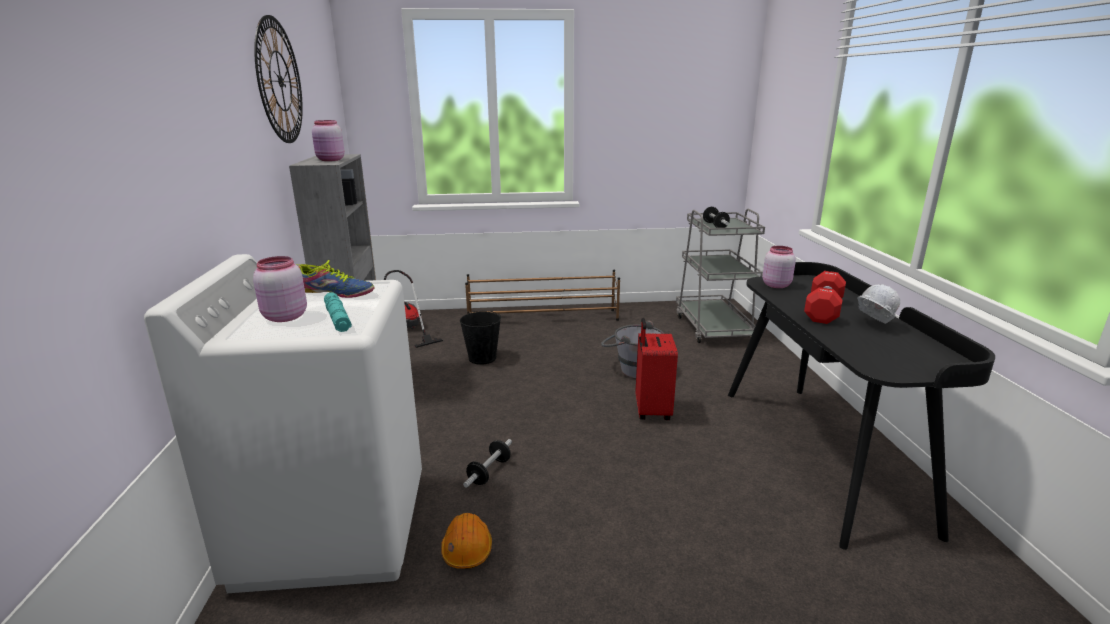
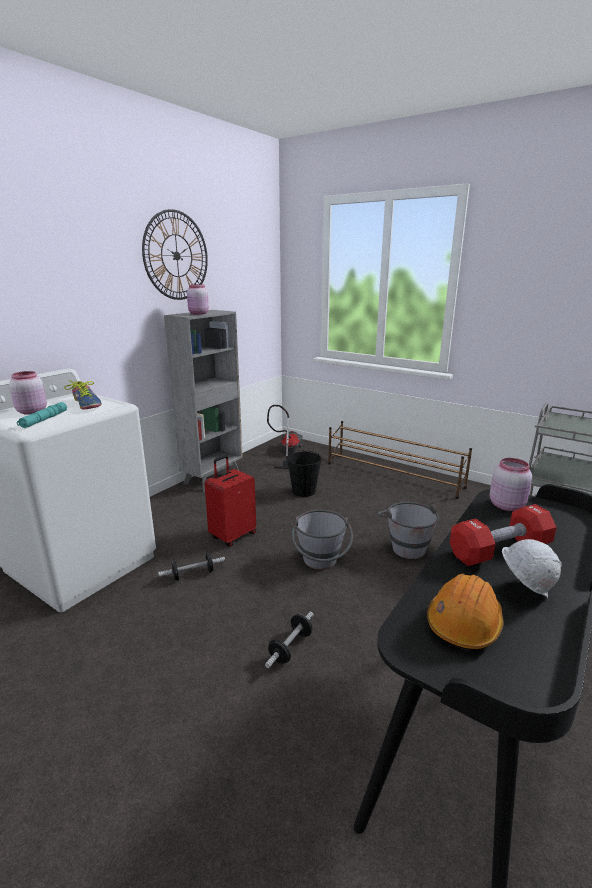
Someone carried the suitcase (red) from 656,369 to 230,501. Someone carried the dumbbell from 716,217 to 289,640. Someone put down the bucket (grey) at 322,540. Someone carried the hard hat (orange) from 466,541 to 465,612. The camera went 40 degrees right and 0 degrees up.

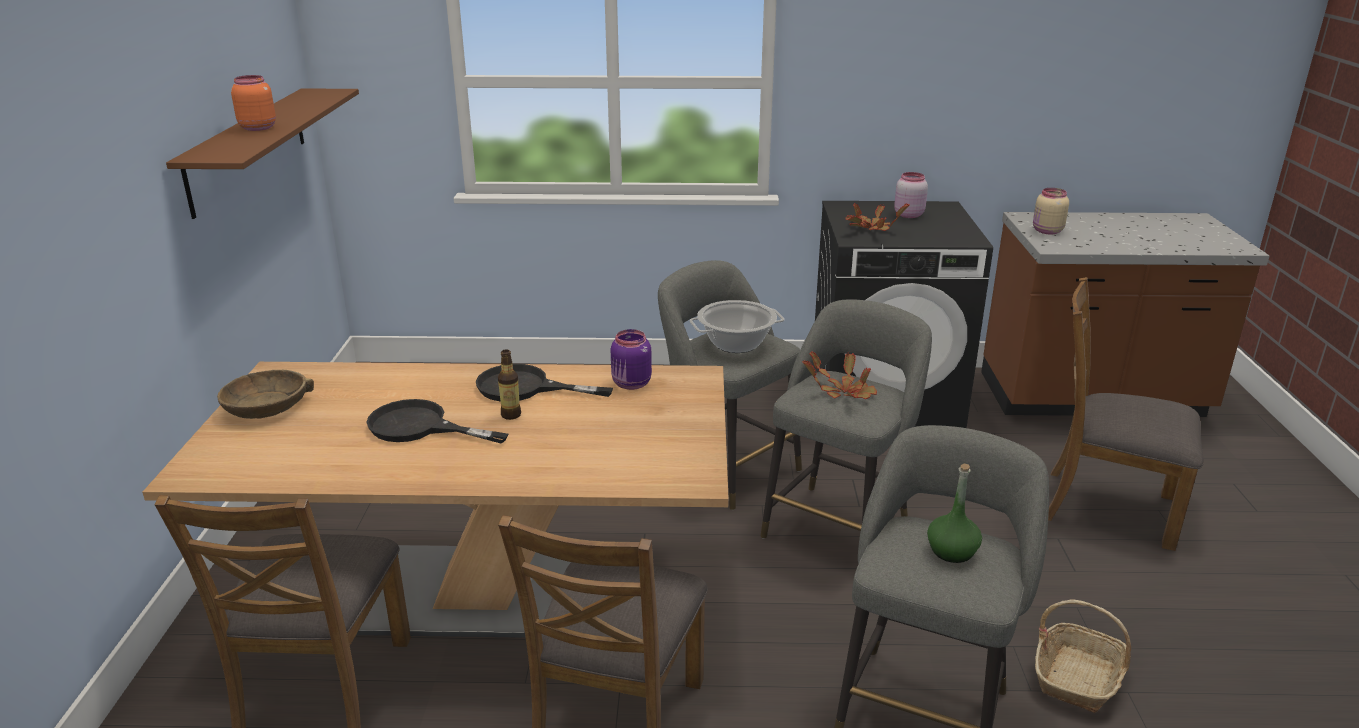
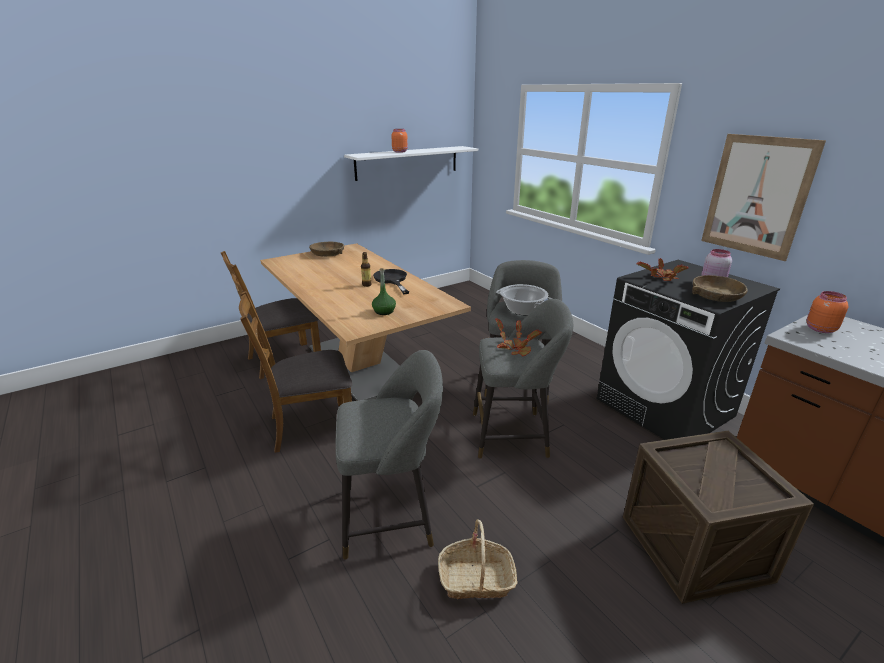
Someone repainted the shelf (brown) at 262,154, which became the shelf (white) at 411,163. Someone carried the bottle (green) from 954,513 to 384,291. Someone swapped the chair (brown) at 1125,414 for the crate at 718,517. Someone put down the bowl (brown) at 720,288. Someone put up the picture at 763,197. Someone repainted the jar (beige) at 1051,211, which became the jar (orange) at 827,312. Someone took away the frying pan (black) at 437,421. Someone took away the jar (purple) at 631,359. The camera went 55 degrees right and 0 degrees up.

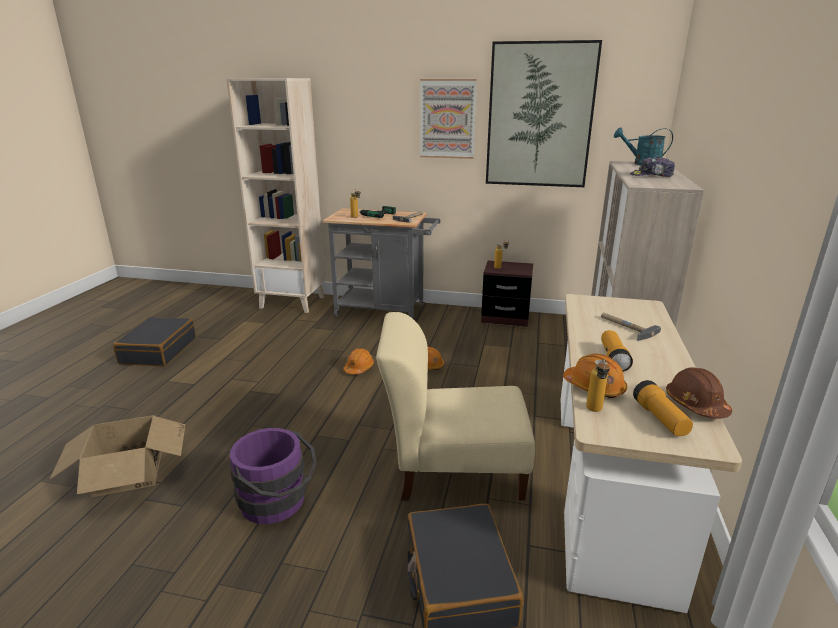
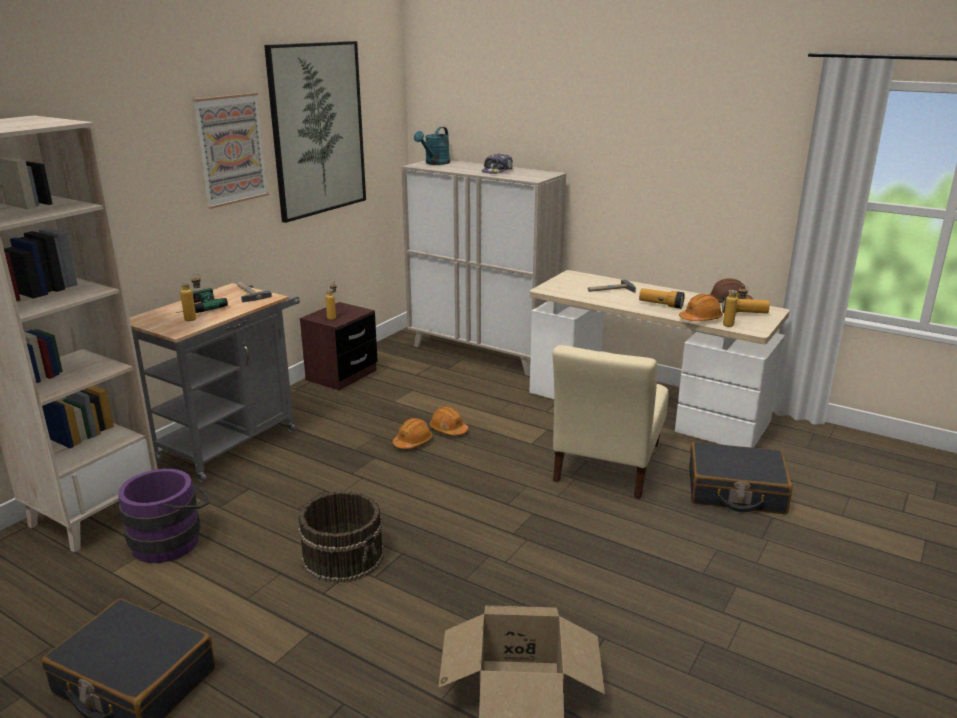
Someone carried the bucket (purple) from 273,476 to 163,516. Someone put down the bucket (brown) at 341,537. Someone carried the hard hat (orange) from 358,361 to 449,420. The camera went 70 degrees left and 0 degrees up.

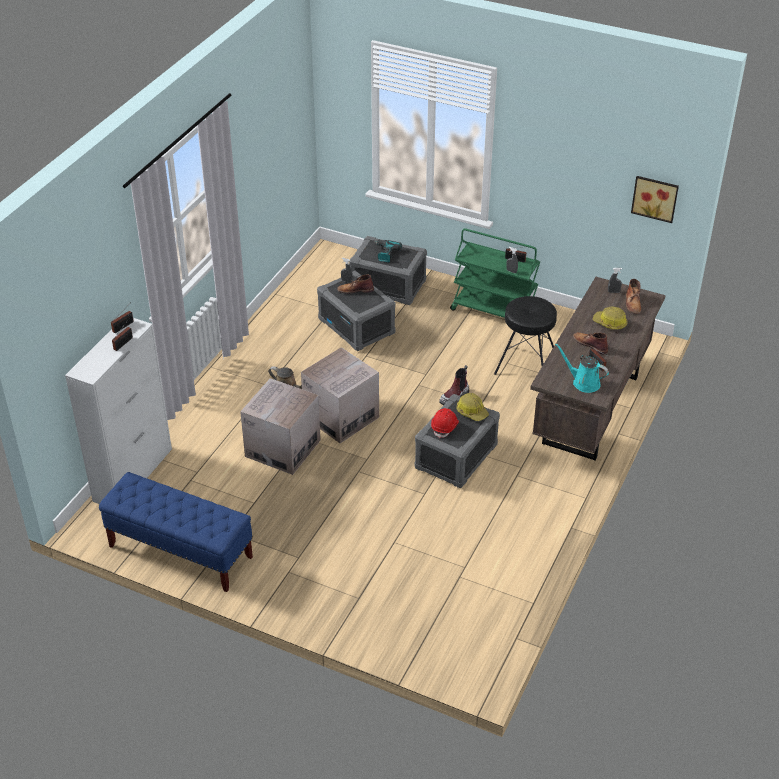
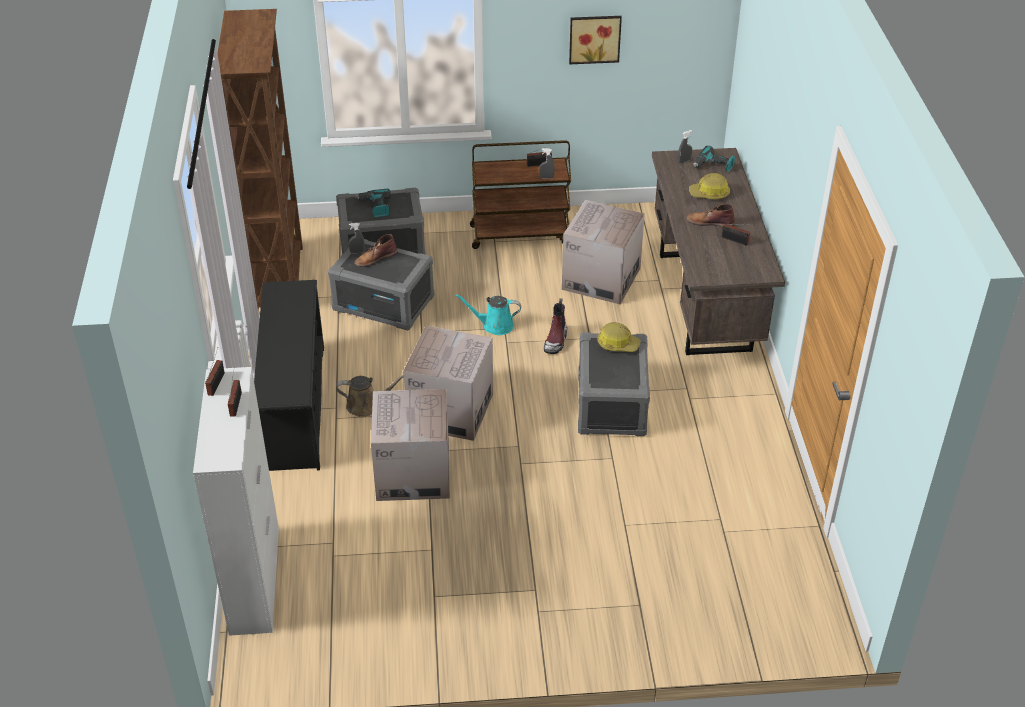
Someone put down the bookcase (brown) at 260,159. Someone put down the shoe rack (black) at 289,375. Someone carried the watering can (turquoise) from 582,368 to 488,314. Someone repainted the cart (green) at 495,273, which became the cart (brown) at 520,194. Someone swapped the stool (black) at 525,335 for the cardboard box at 603,252. Someone carried the picture from 655,199 to 595,40. Someone swapped the boot (brown) at 633,296 for the power drill at 714,159. Someone took away the bench (blue) at 176,532. Someone took away the hard hat (red) at 445,423. The camera went 30 degrees left and 0 degrees up.

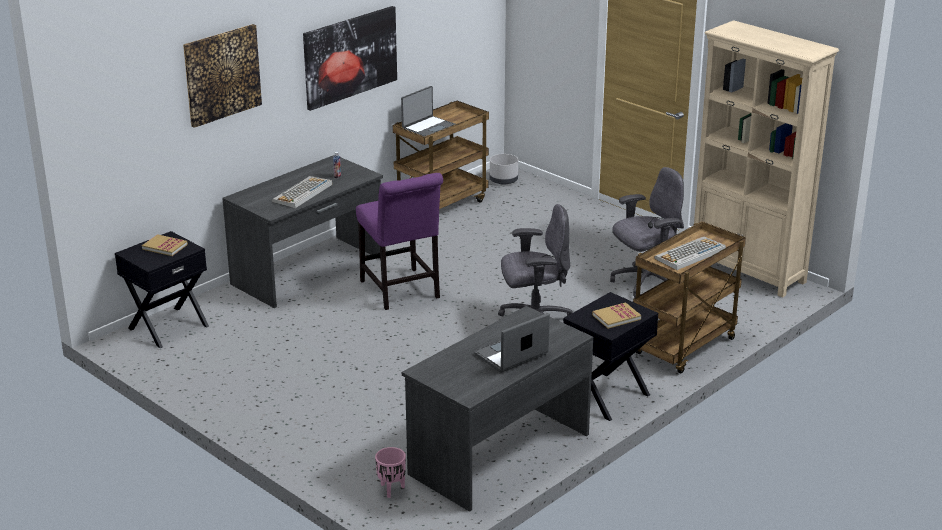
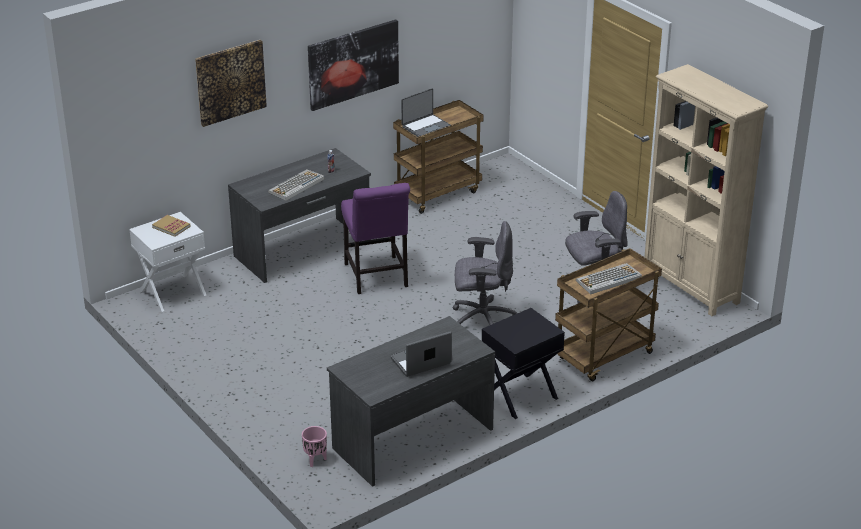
Someone repainted the nightstand (black) at 162,289, which became the nightstand (white) at 167,262. Someone took away the planter (grey) at 504,169. Someone took away the book at 616,315. The camera went 10 degrees right and 5 degrees up.

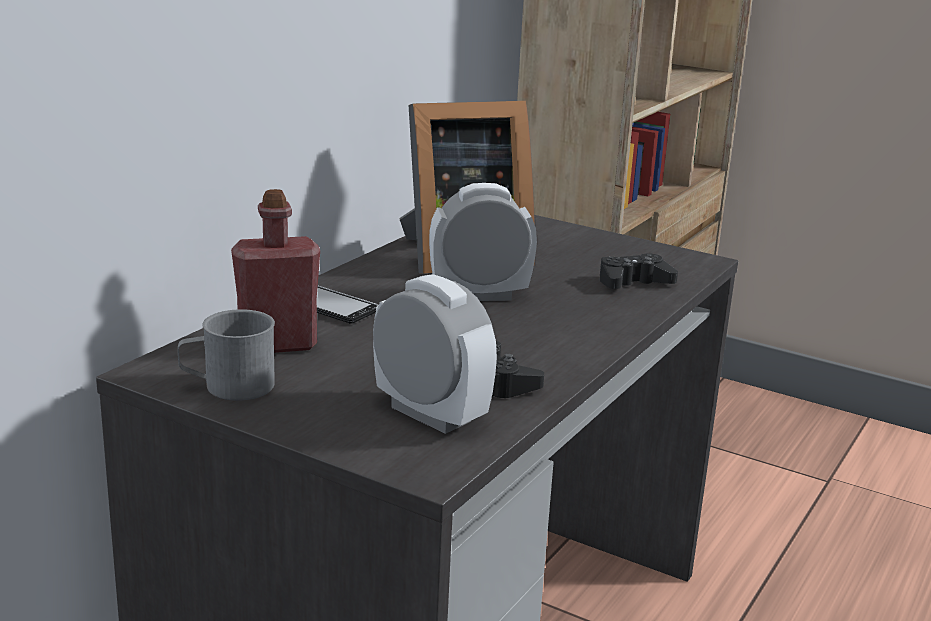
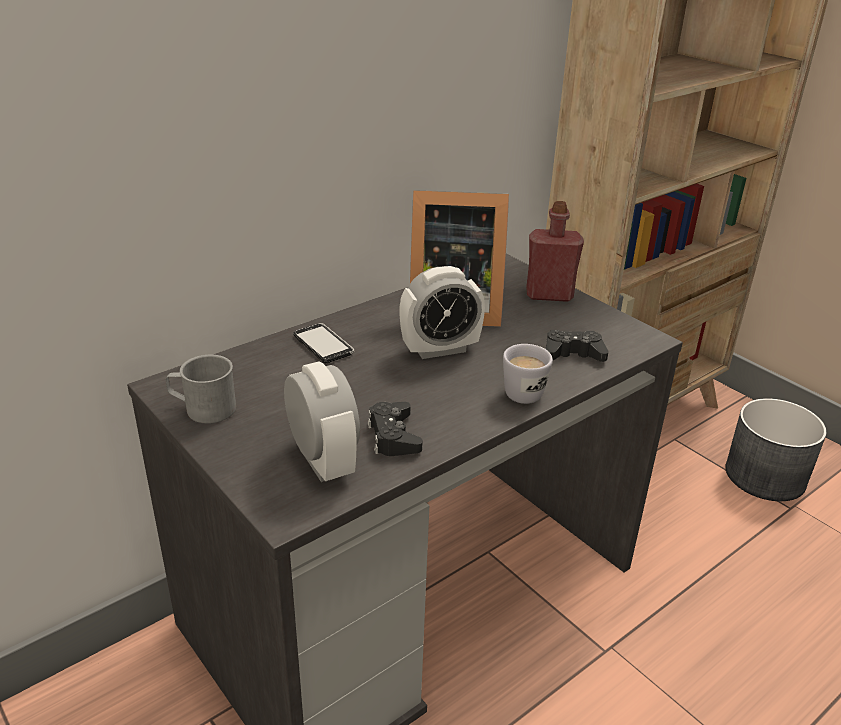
Someone rotated the alarm clock at 483,242 by 150 degrees clockwise. Someone put down the mug (white) at 528,374. Someone carried the bottle (red) from 275,271 to 555,251. Someone put down the planter (grey) at 776,449. The camera went 20 degrees right and 10 degrees up.

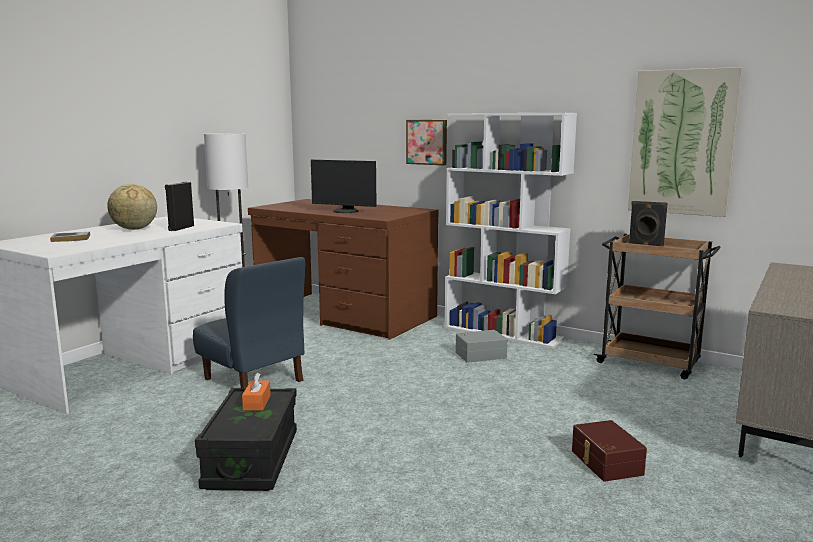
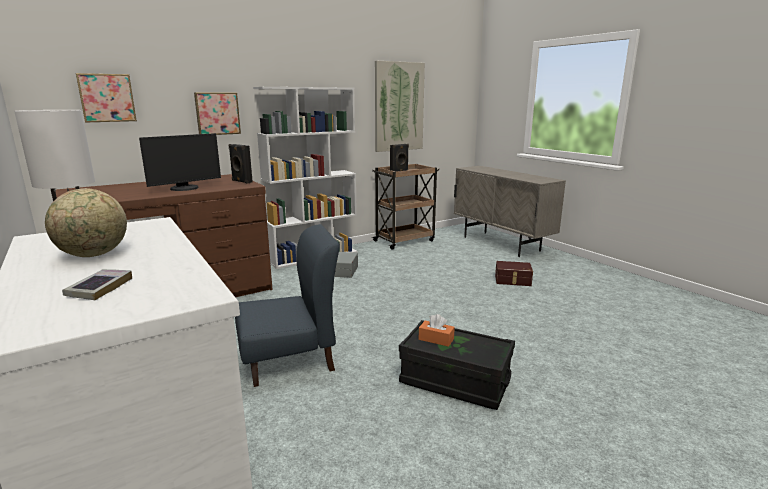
Someone put up the picture at 106,98. Someone carried the speaker (black) from 179,206 to 241,164. The camera went 65 degrees left and 5 degrees up.

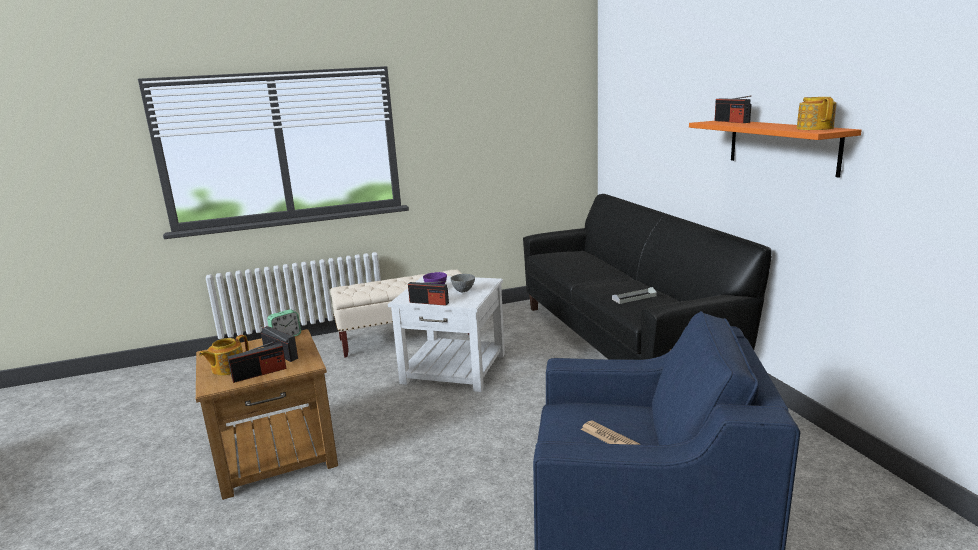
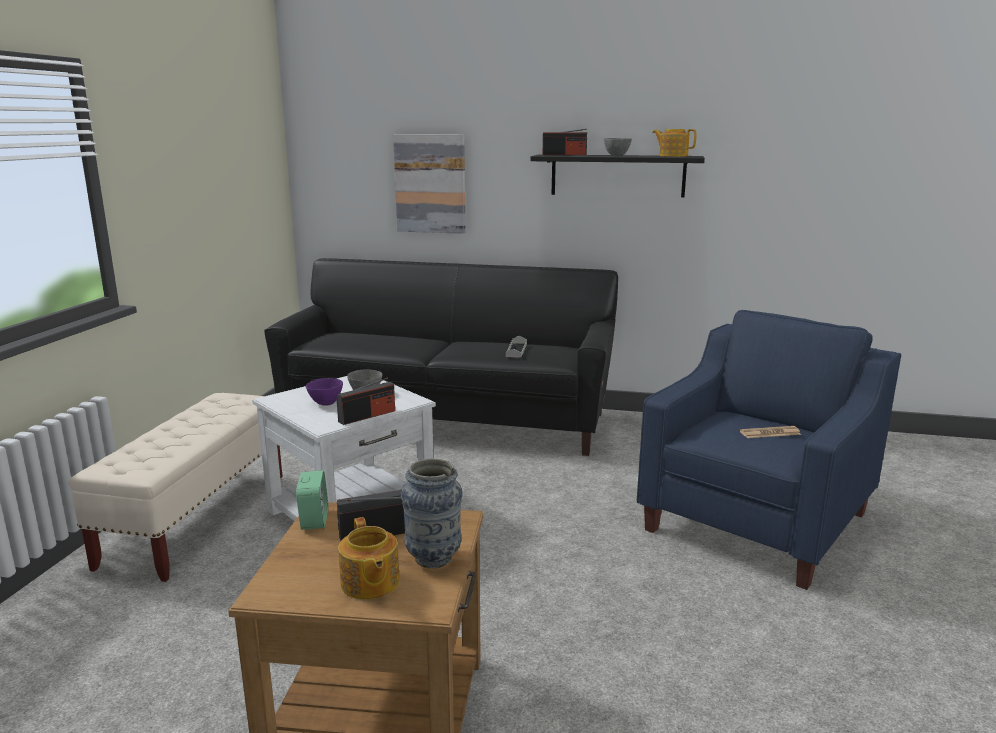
Someone put up the picture at 429,184. Someone swapped the radio at 257,361 for the vase at 431,513. Someone repainted the shelf (orange) at 775,149, which became the shelf (black) at 617,175. Someone put down the bowl (grey) at 618,147. The camera went 60 degrees left and 0 degrees up.

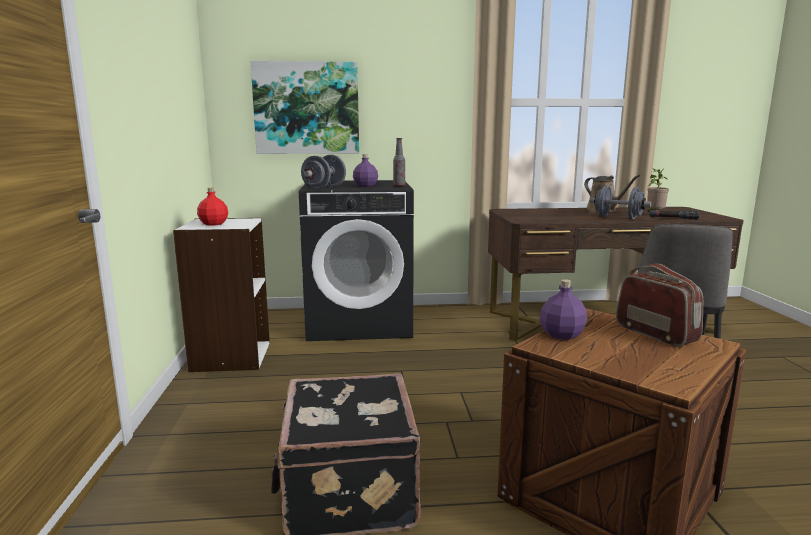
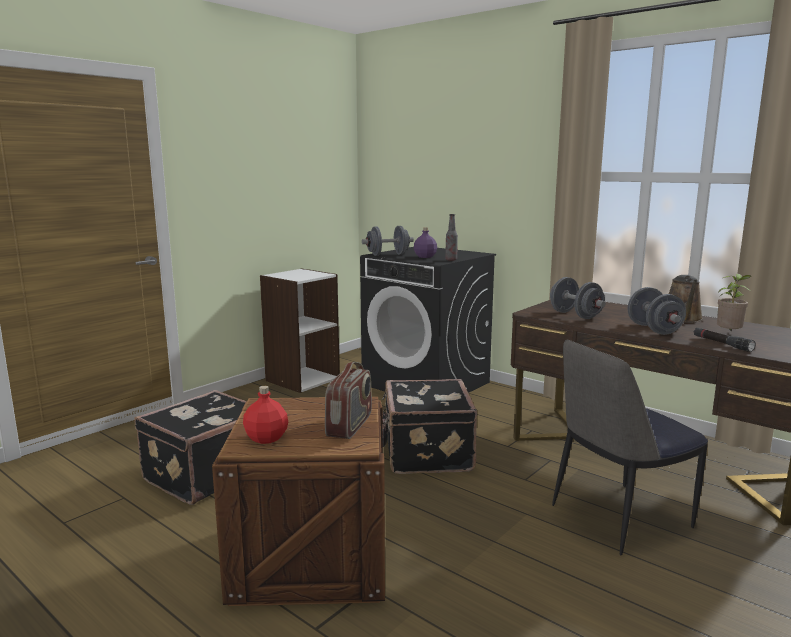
Someone carried the bottle (red) from 212,207 to 265,415. Someone put down the suitcase (black) at 429,426. Someone put down the dumbbell (grey) at 578,298. Someone took away the picture at 304,107. Someone took away the bottle (purple) at 563,309. The camera went 45 degrees right and 0 degrees up.

